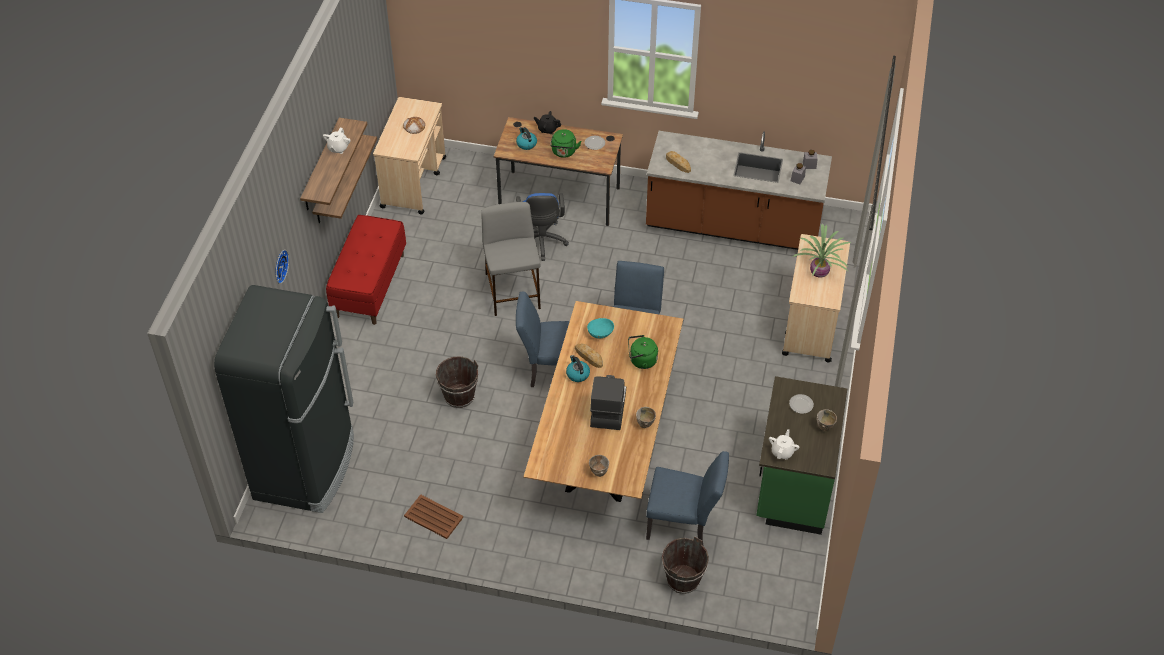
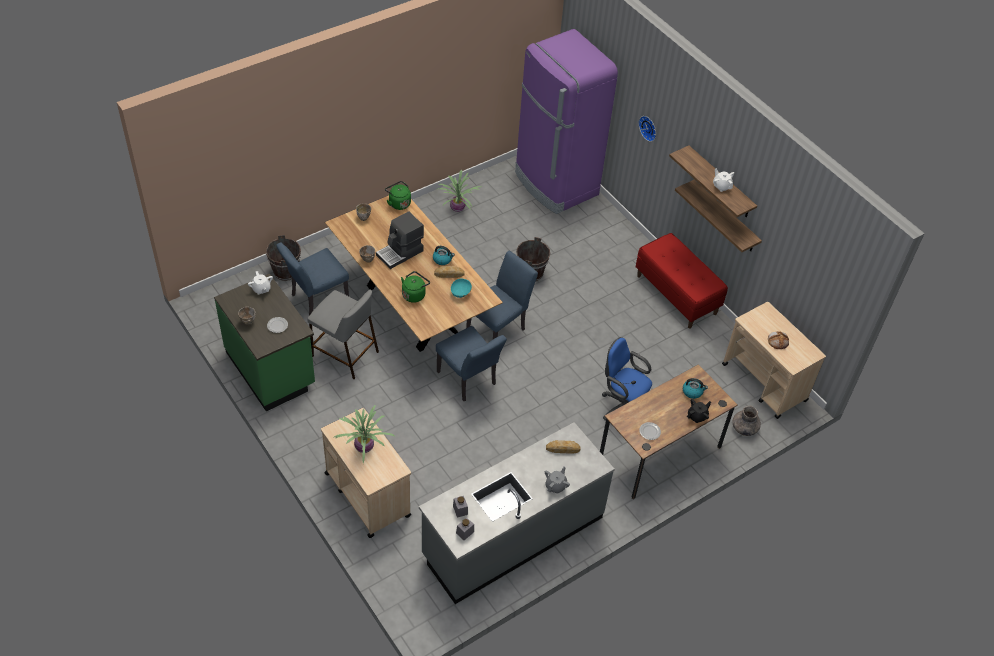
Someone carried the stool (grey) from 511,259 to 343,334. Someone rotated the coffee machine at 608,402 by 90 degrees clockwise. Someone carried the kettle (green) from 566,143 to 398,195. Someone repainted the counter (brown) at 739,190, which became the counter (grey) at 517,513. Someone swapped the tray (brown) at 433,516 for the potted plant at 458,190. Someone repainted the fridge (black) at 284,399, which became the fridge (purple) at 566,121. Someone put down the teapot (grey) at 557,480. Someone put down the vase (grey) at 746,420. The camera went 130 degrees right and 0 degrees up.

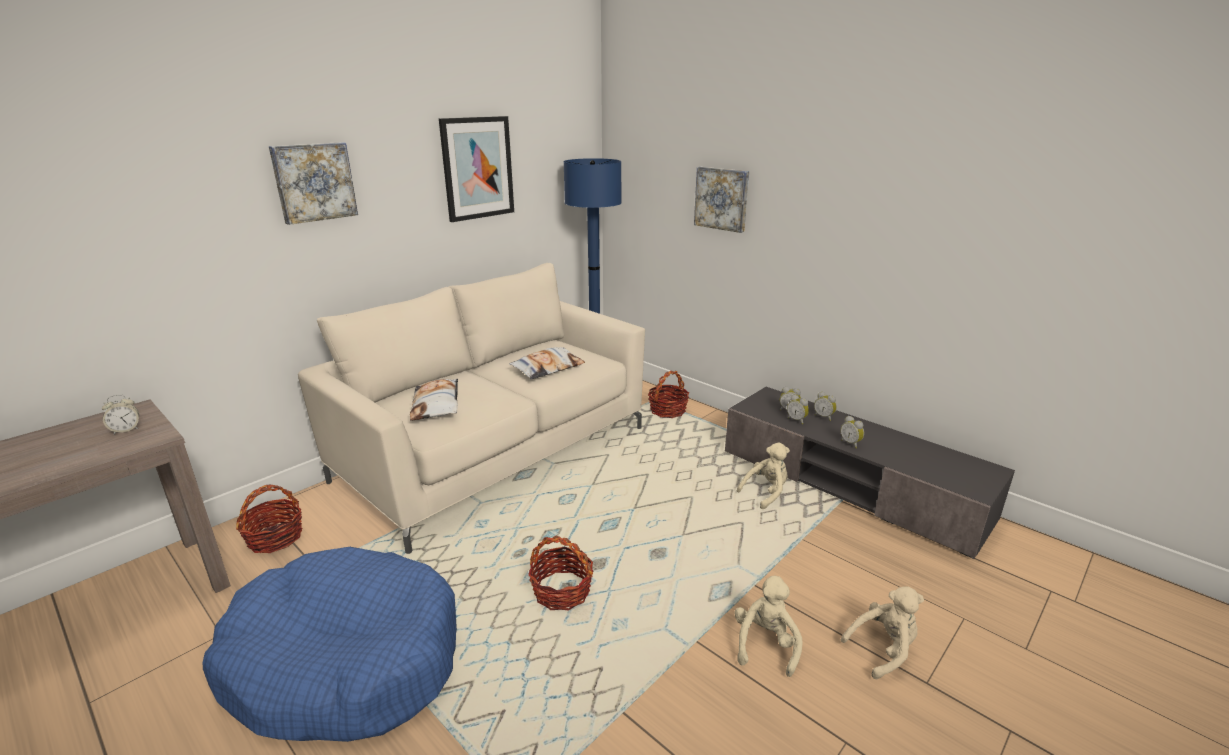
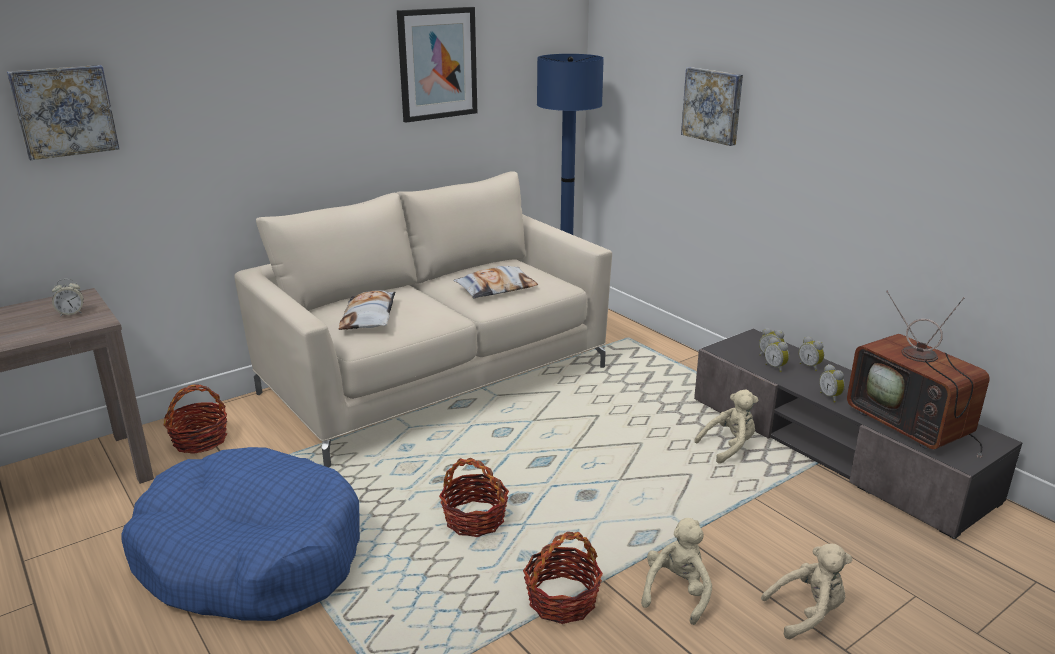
Someone carried the picture from 313,183 to 63,112. Someone carried the basket from 668,394 to 563,578. Someone put down the television at 918,374. The camera went 10 degrees right and 0 degrees up.

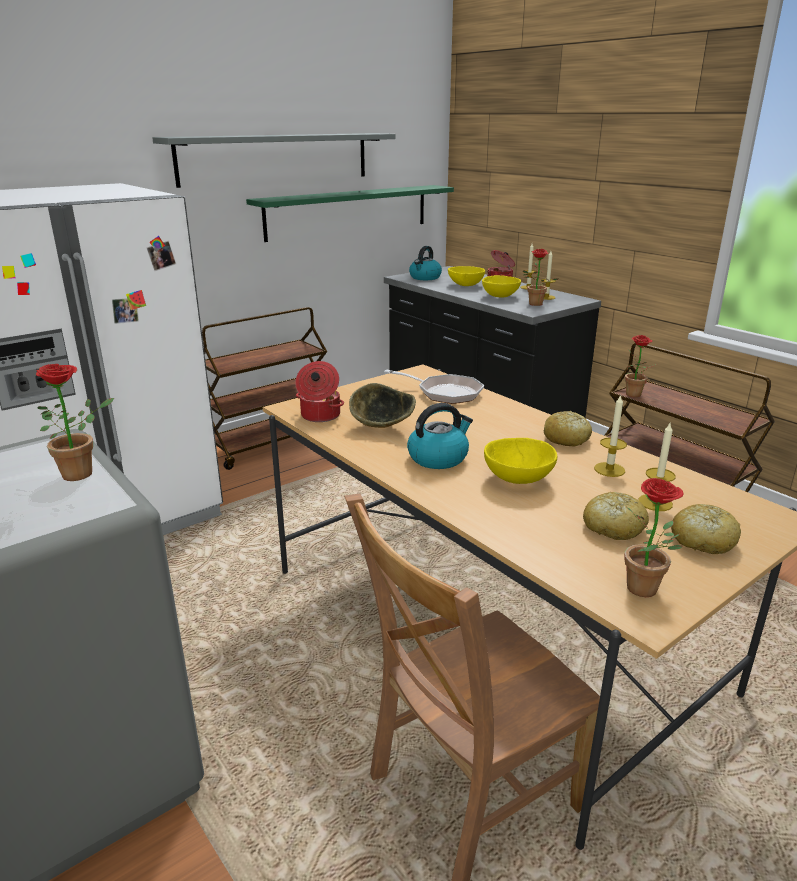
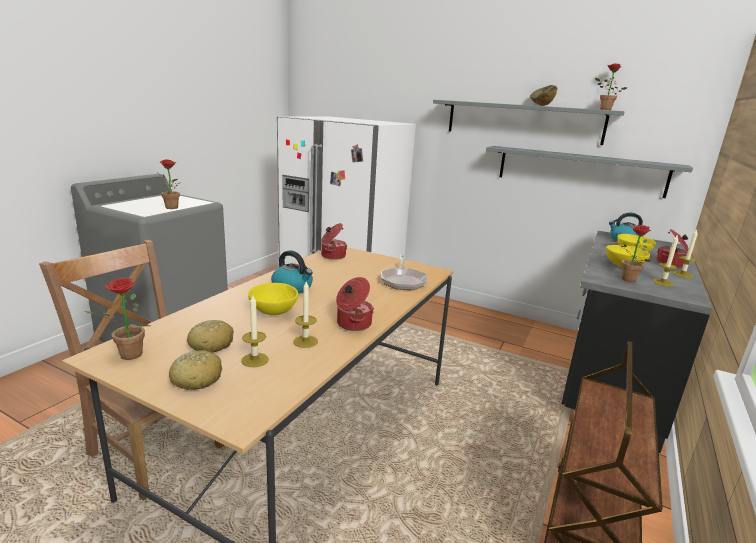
Someone swapped the bread at 568,428 for the cooking pot at 355,304. Someone repainted the shelf (green) at 350,213, which became the shelf (grey) at 589,172. Someone carried the bowl from 382,405 to 544,95. Someone carried the potted plant from 641,366 to 611,86. Someone took away the cart (brown) at 264,388. The camera went 65 degrees right and 5 degrees down.

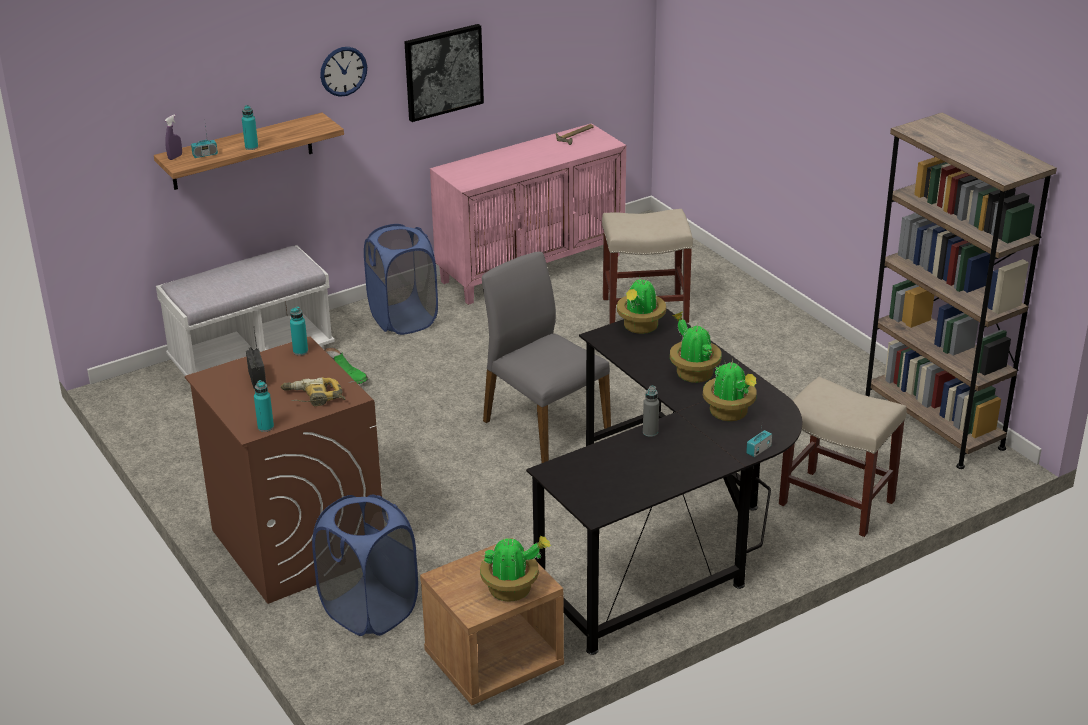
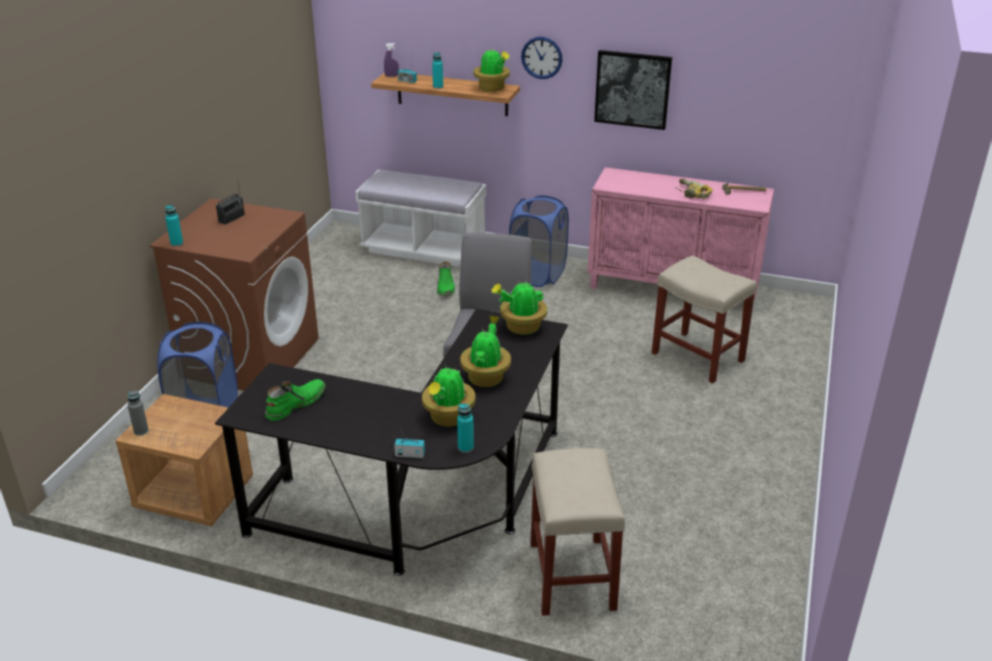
Someone carried the bottle (grey) from 651,411 to 138,413. Someone put down the boot (green) at 295,400. Someone carried the bottle (turquoise) from 299,331 to 465,428. Someone carried the potted plant from 515,568 to 491,69. Someone carried the power drill from 313,391 to 694,189. Someone took away the bookcase (brown) at 961,291. The camera went 50 degrees right and 0 degrees up.

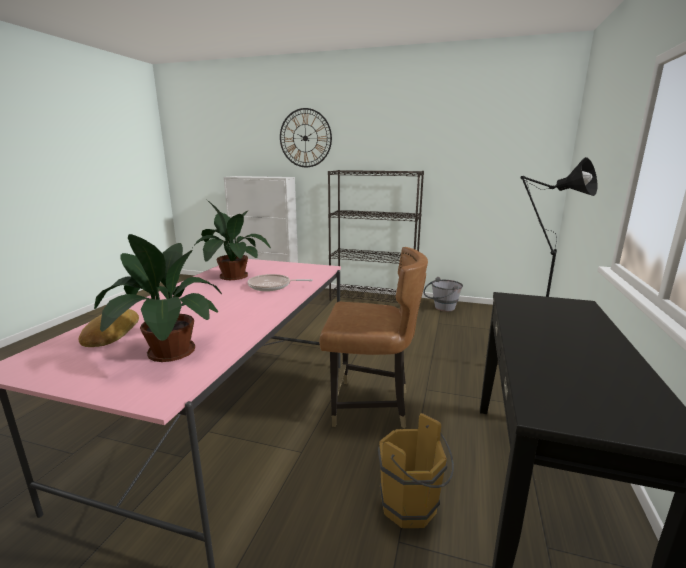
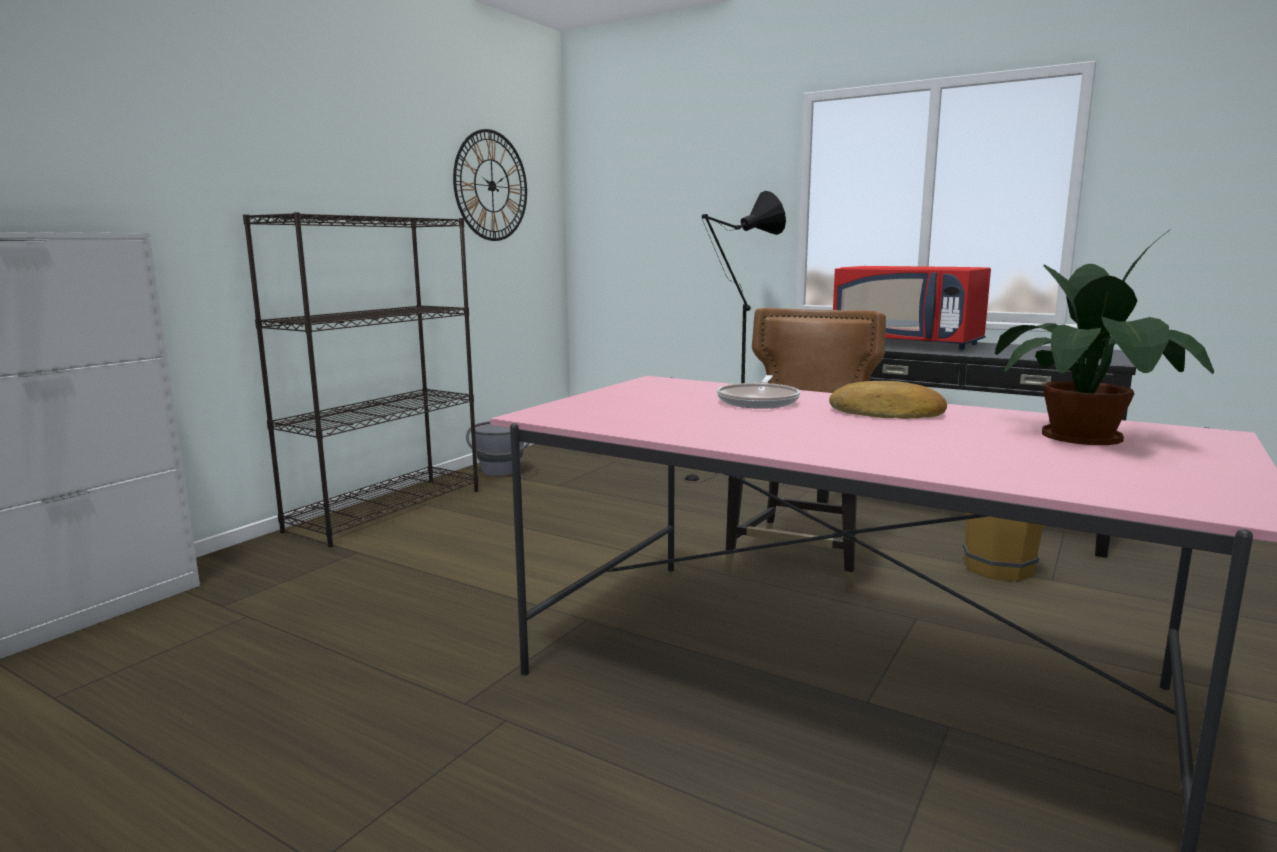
Someone carried the wall clock from 306,137 to 490,185. Someone carried the bread from 109,328 to 888,400. Someone put down the microwave (red) at 912,307. Someone took away the potted plant at 231,240. The camera went 75 degrees left and 5 degrees down.

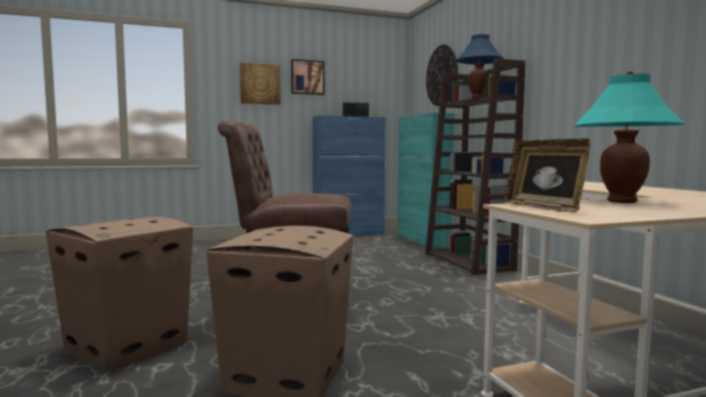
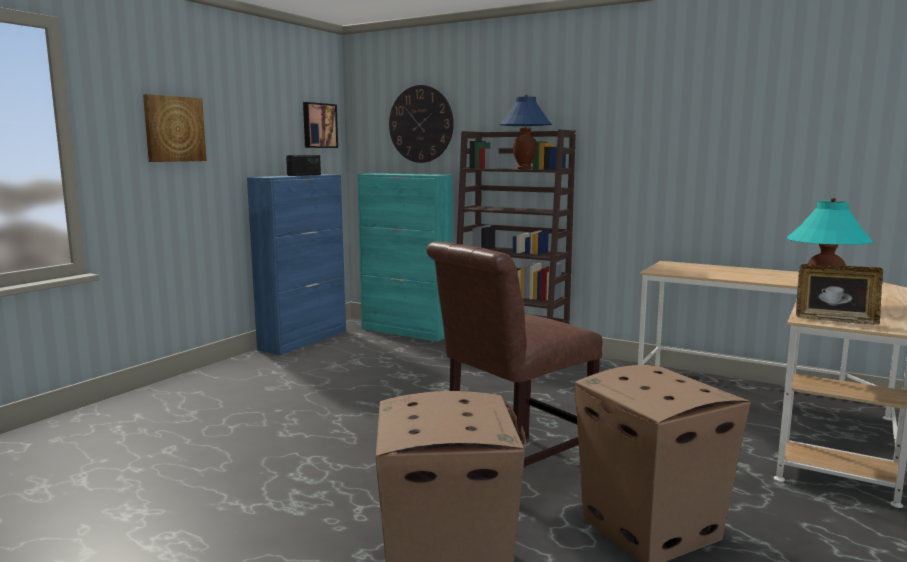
Someone carried the picture from 307,77 to 320,125. The camera went 40 degrees left and 5 degrees up.

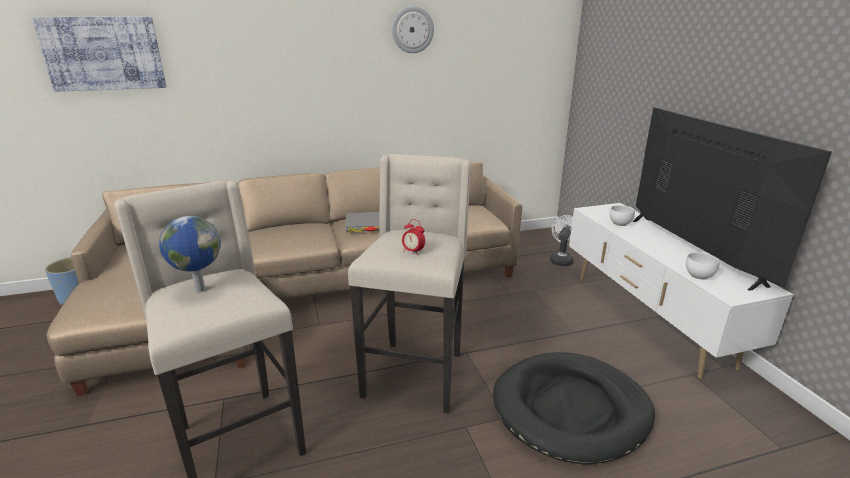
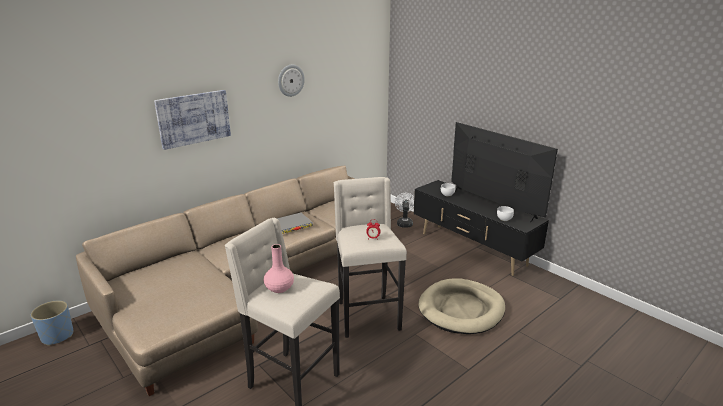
Someone carried the picture from 99,54 to 192,120. Someone swapped the globe at 190,254 for the vase (pink) at 279,268. Someone repainted the tv stand (white) at 681,291, which became the tv stand (black) at 481,228. Someone repainted the dog bed (black) at 574,408, which became the dog bed (beige) at 461,306. The camera went 25 degrees left and 0 degrees up.

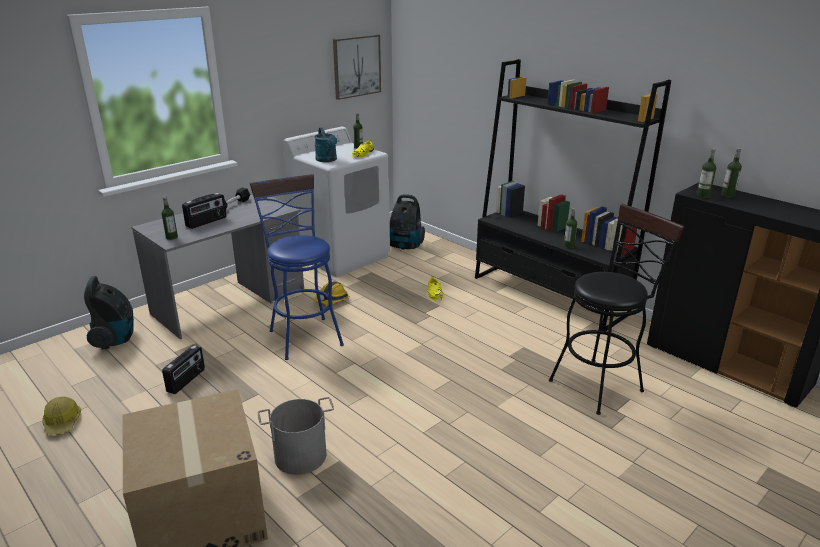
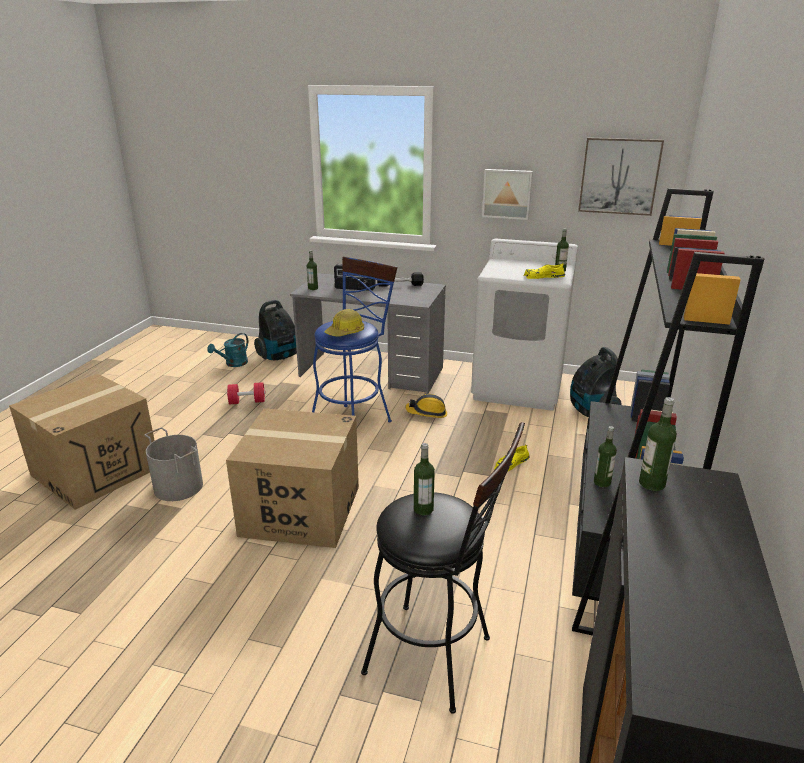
Someone carried the watering can (turquoise) from 325,144 to 227,350. Someone put down the cardboard box at 292,478. Someone swapped the radio at 183,369 for the dumbbell (red) at 246,393. Someone carried the hard hat from 61,415 to 344,323. Someone carried the bottle from 731,172 to 424,479. Someone put up the picture at 507,194. The camera went 60 degrees right and 0 degrees up.

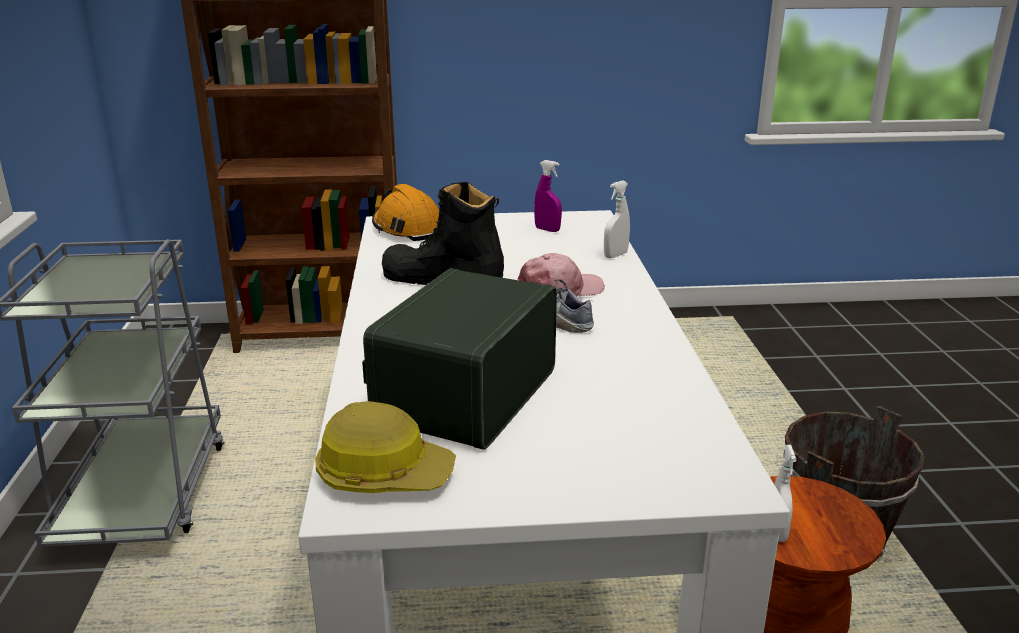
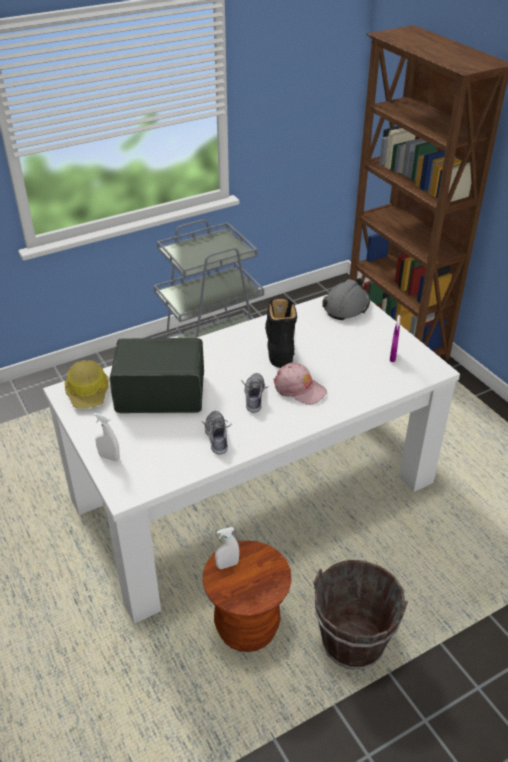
Someone carried the spray bottle (white) from 617,219 to 106,437. Someone put down the shoe at 216,433. Someone repainted the hard hat (orange) at 405,212, which became the hard hat (grey) at 346,299. The camera went 65 degrees right and 15 degrees up.

